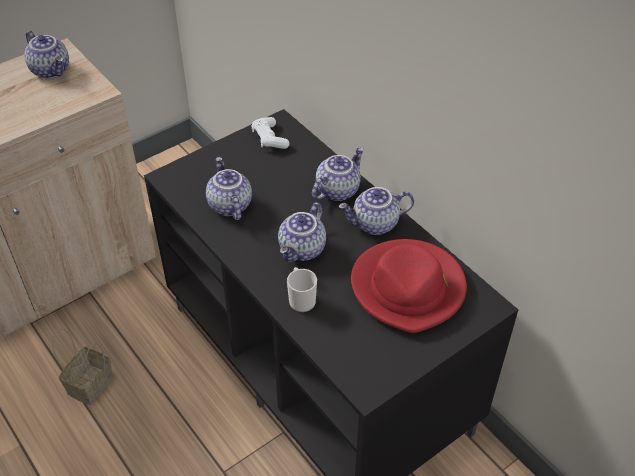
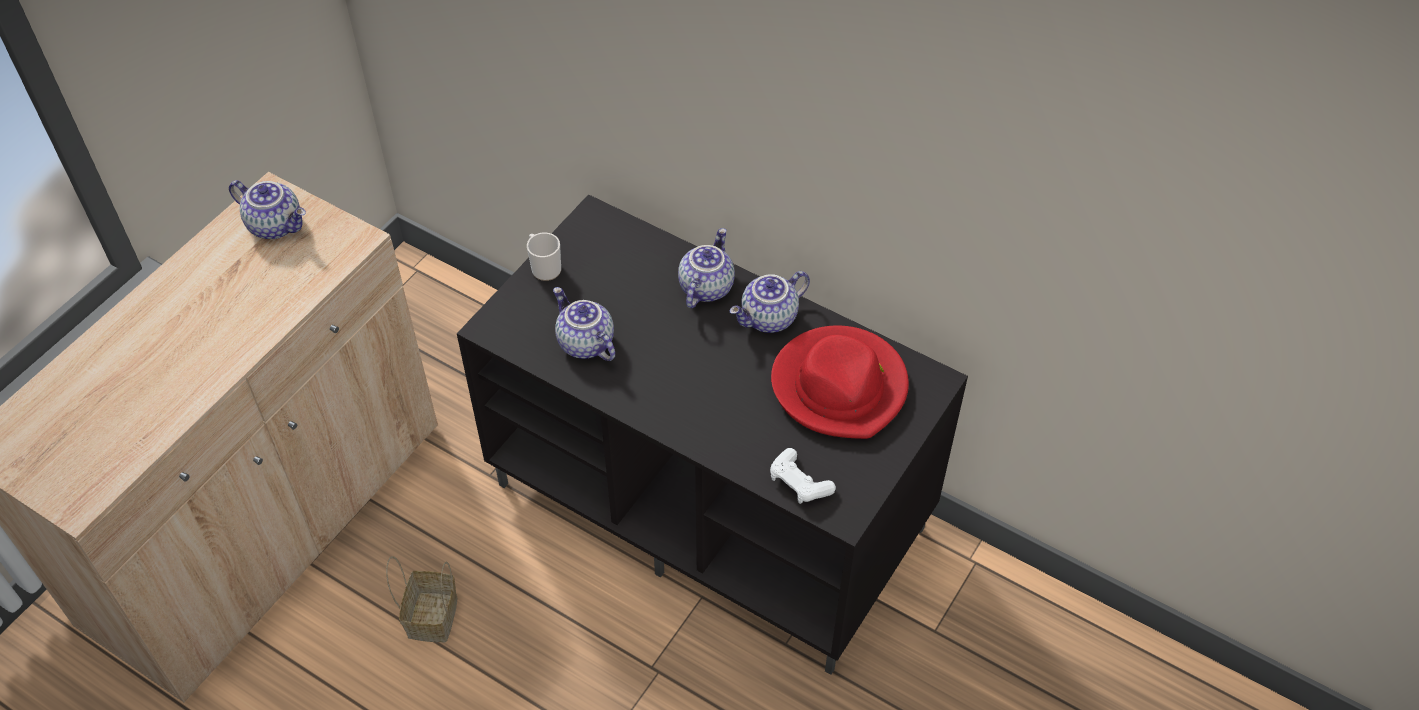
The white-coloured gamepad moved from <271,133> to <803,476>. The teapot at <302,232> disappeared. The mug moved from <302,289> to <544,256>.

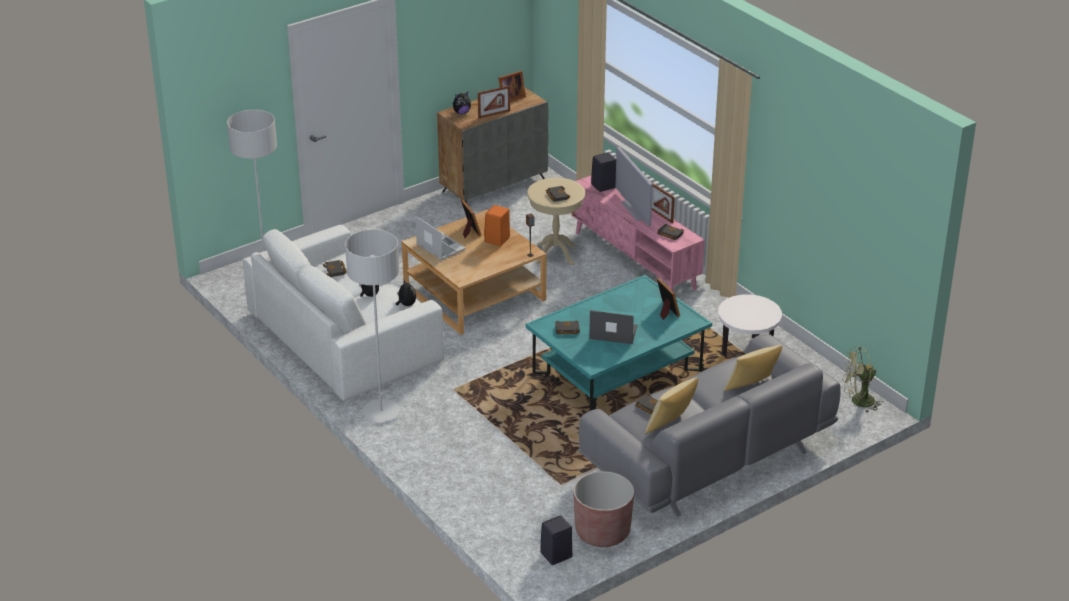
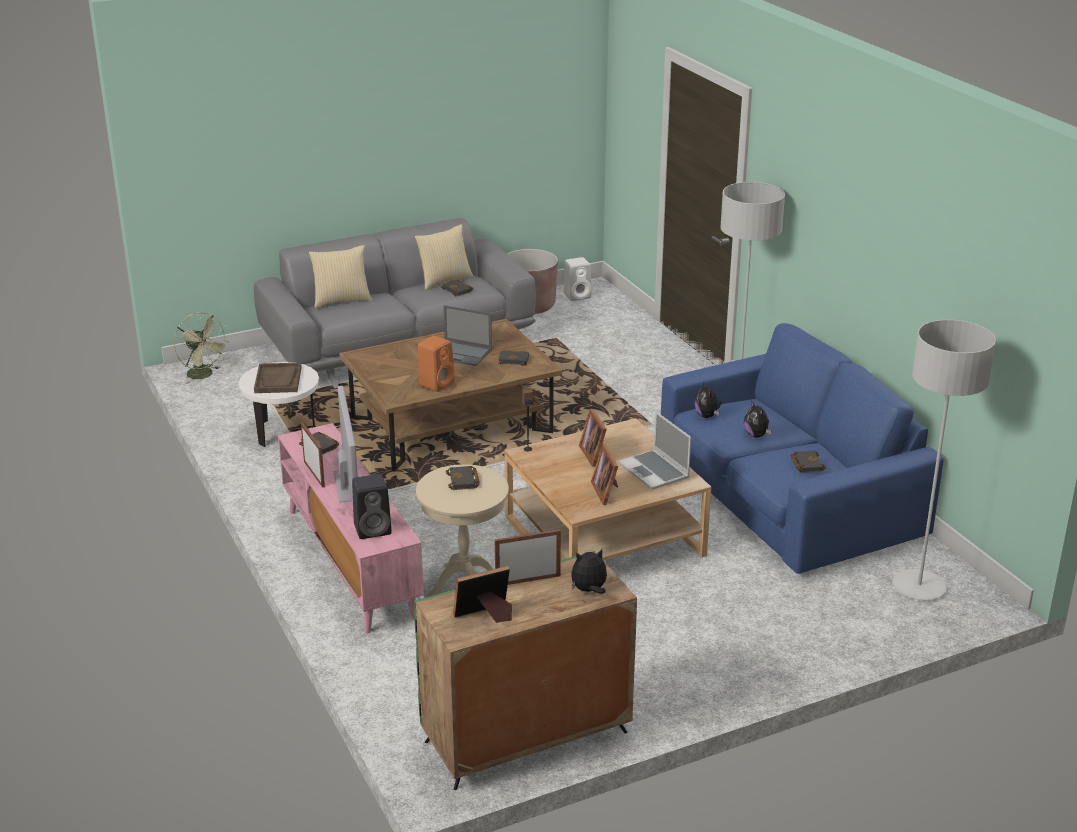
The white-coloured sofa at <343,313> became the blue-coloured sofa at <802,448>. The greyish storage cabinet at <493,145> became the green storage cabinet at <525,670>. The orange-coloured audio speaker moved from <497,225> to <436,364>. The turquoise-coloured low table at <618,343> became the brown-coloured low table at <450,395>. The black-coloured audio speaker at <556,540> became the white-coloured audio speaker at <577,279>. The photo frame moved from <668,299> to <593,438>. The green cooling fan at <862,380> turned 45 degrees clockwise. The brown-coloured tray at <278,378> appeared.

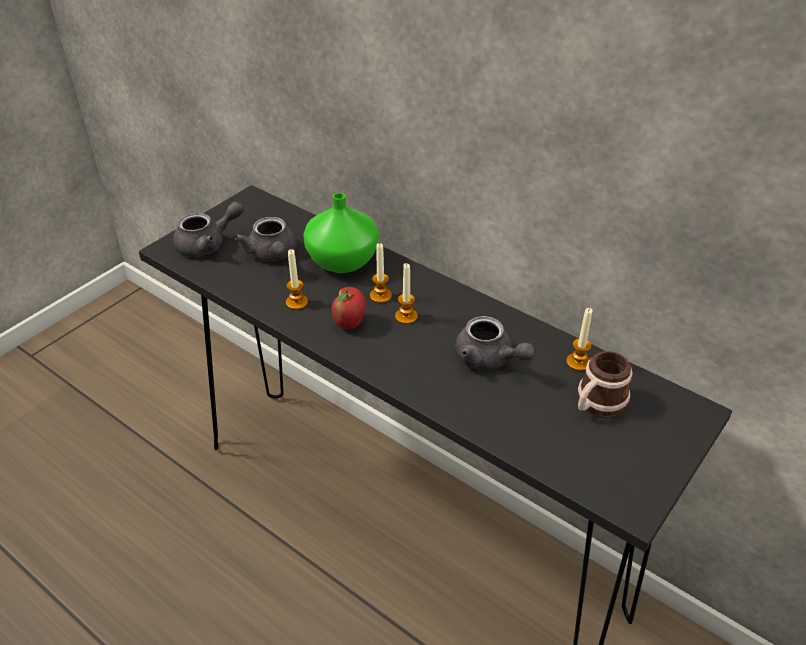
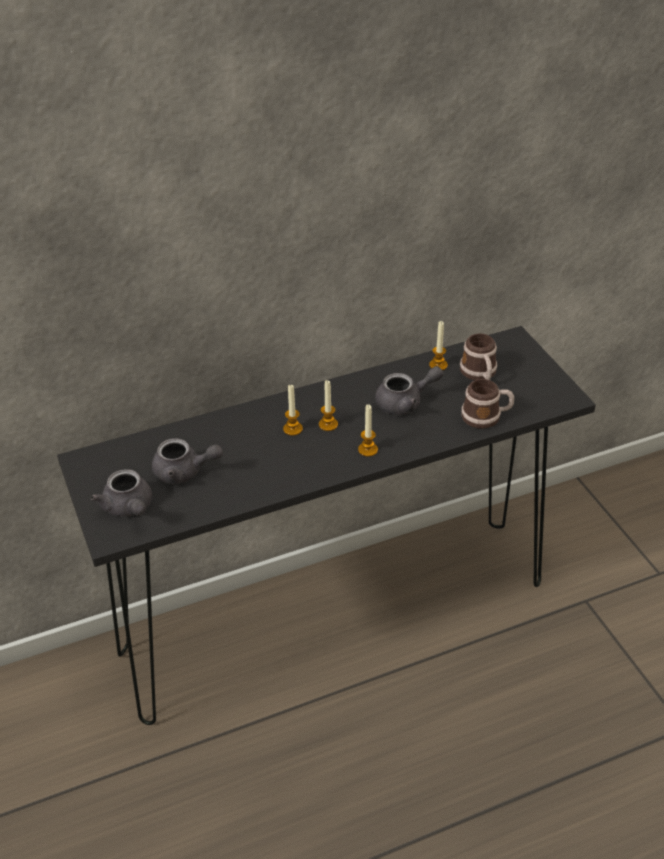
The greyish teapot at <208,229> turned 150 degrees clockwise. The wax light moved from <297,279> to <368,430>. The green vase at <341,233> disappeared. The whole apple at <348,308> disappeared. The mug at <487,404> appeared.

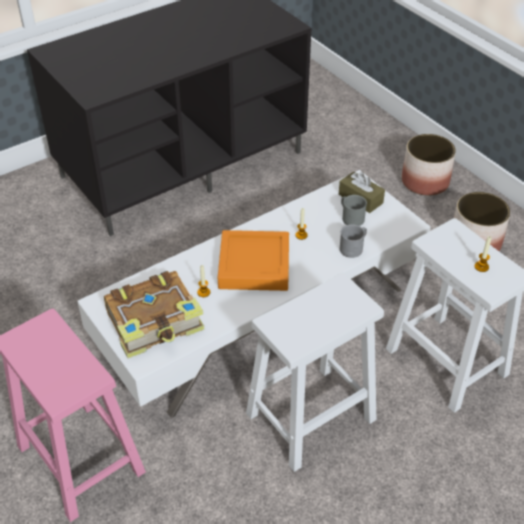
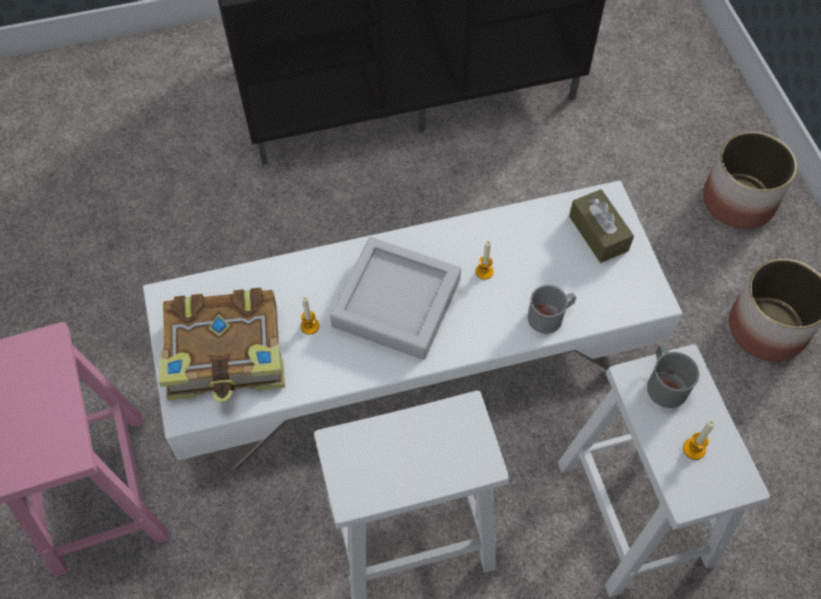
The orange-coloured tray at <253,260> became the greyish tray at <395,298>. The greyish mug moved from <354,210> to <673,376>.

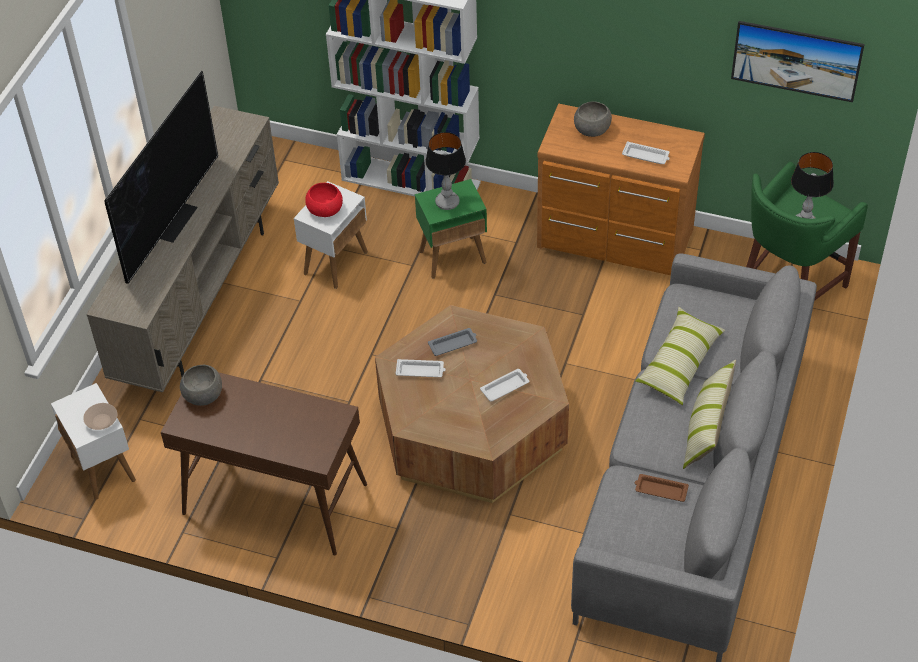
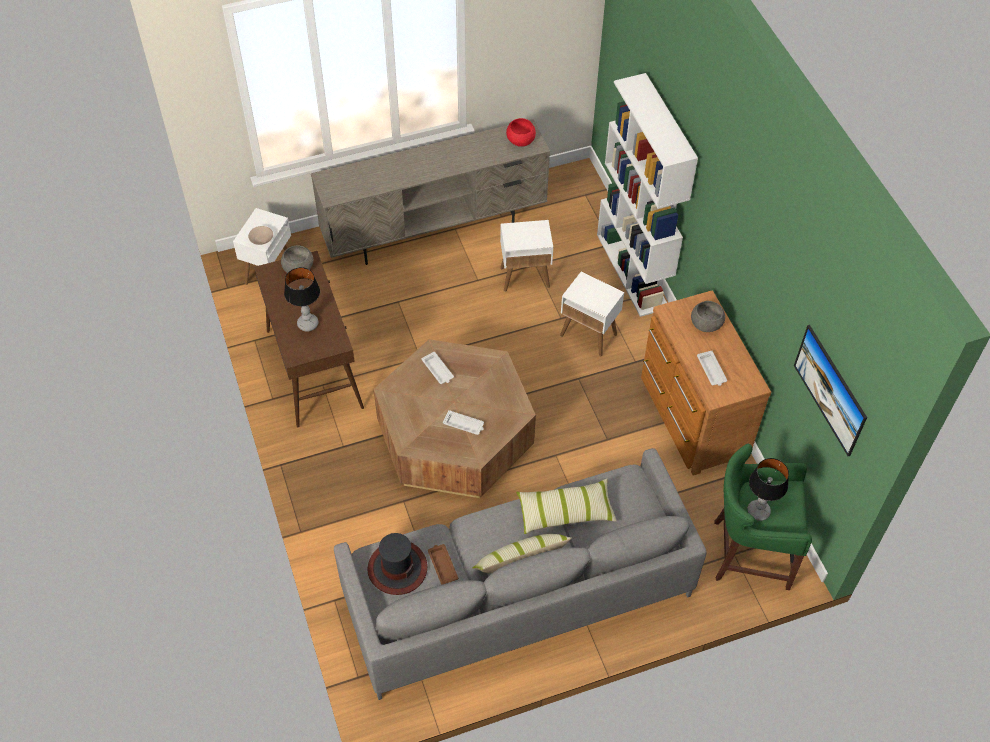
The TV at <161,177> disappeared. The reddish deep dish moved from <324,200> to <521,132>. The green accent table at <451,228> became the white-coloured accent table at <592,314>. The table lamp moved from <445,171> to <302,299>. The greyish tray at <452,342> disappeared. The hat at <397,564> appeared.

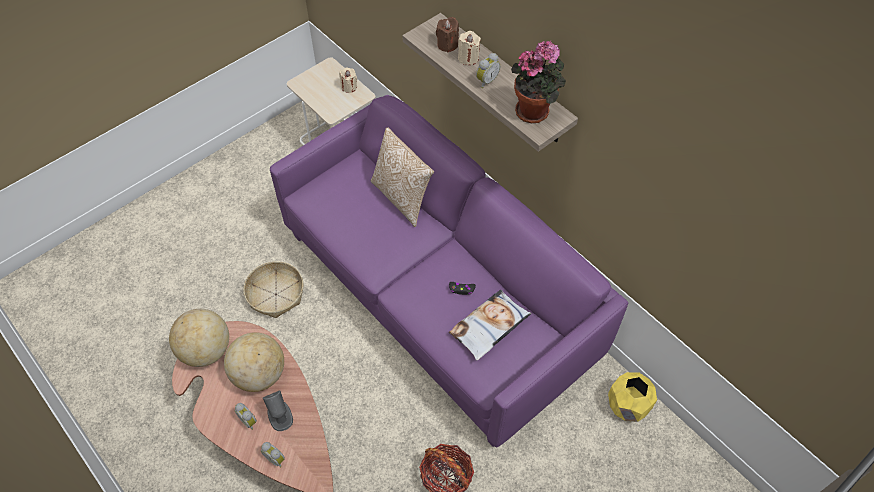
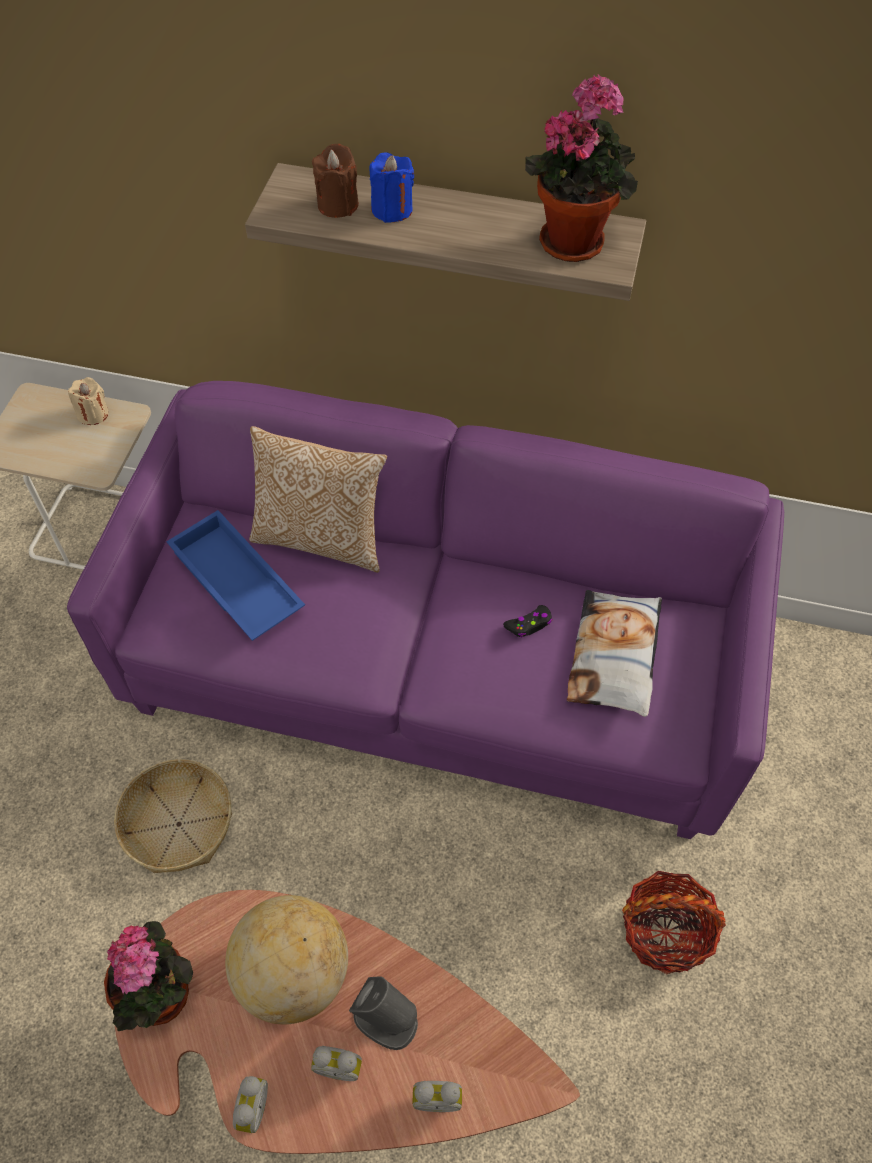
The globe at <199,338> was replaced by the potted plant at <148,976>. The beige-coloured wax light at <469,48> became the blue-coloured wax light at <392,188>. The table clock moved from <488,70> to <250,1104>. The yellow-coloured flower pot at <632,397> disappeared. The blue-coloured tray at <235,575> appeared.

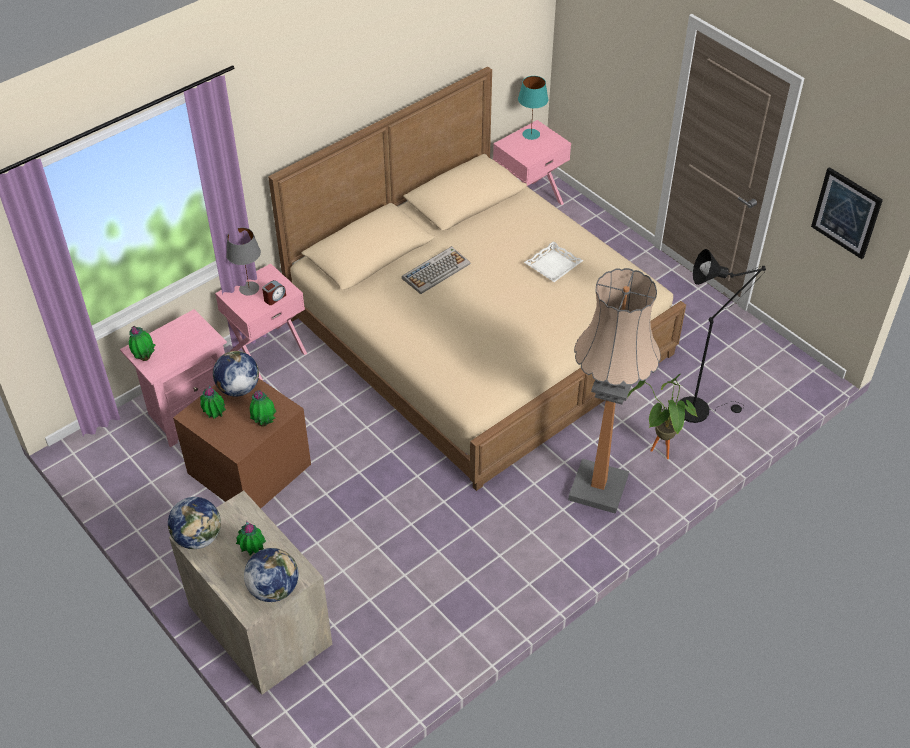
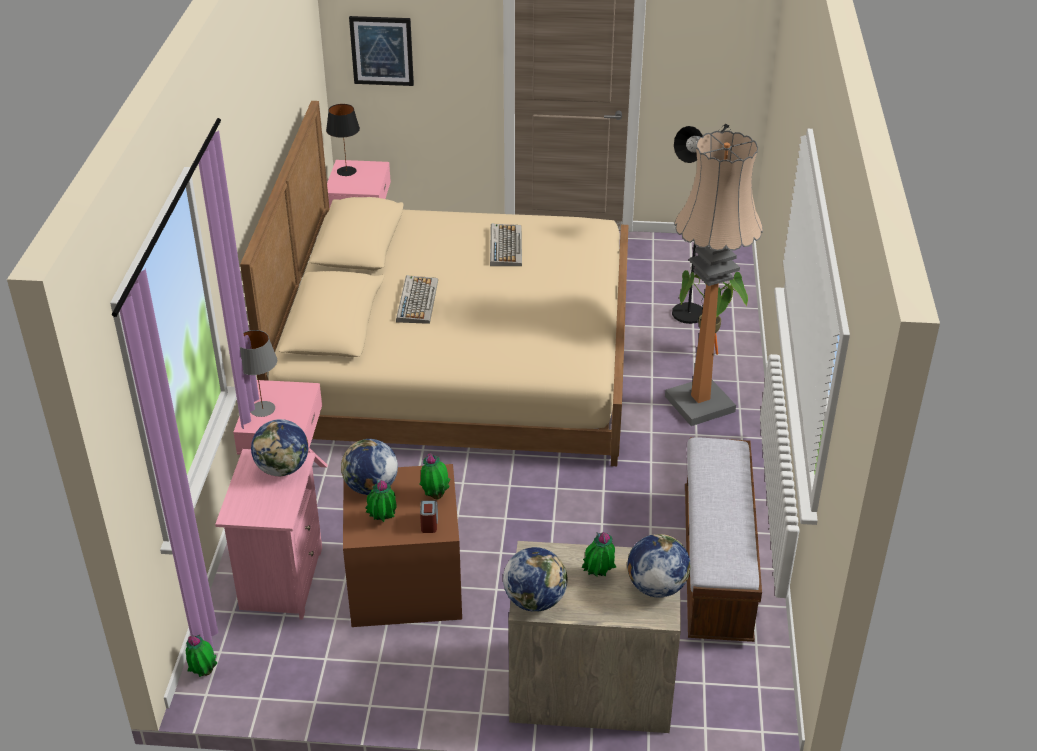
The potted plant moved from <142,343> to <201,656>. The table clock moved from <274,292> to <429,517>. The turquoise-coloured table lamp at <533,108> became the black-coloured table lamp at <343,140>. The white-coloured tray at <554,261> was replaced by the keyboard at <506,245>. The wall art moved from <847,213> to <381,51>. The globe at <279,447> appeared. The bench at <723,539> appeared.

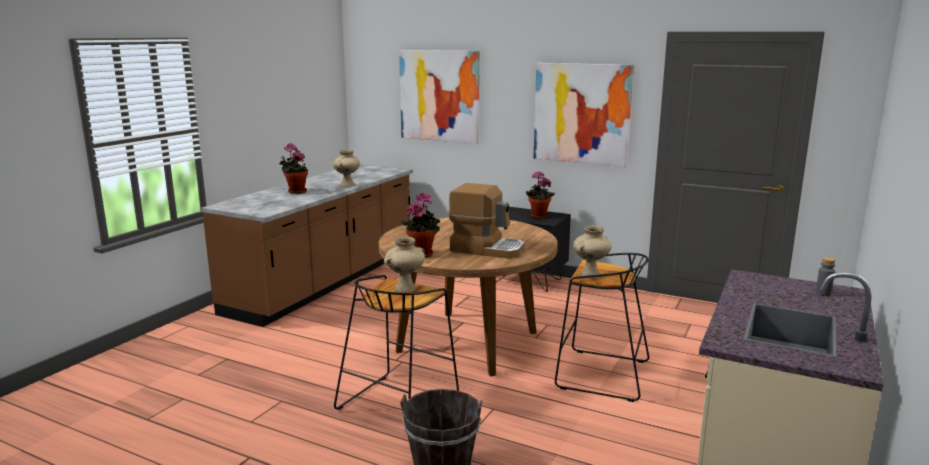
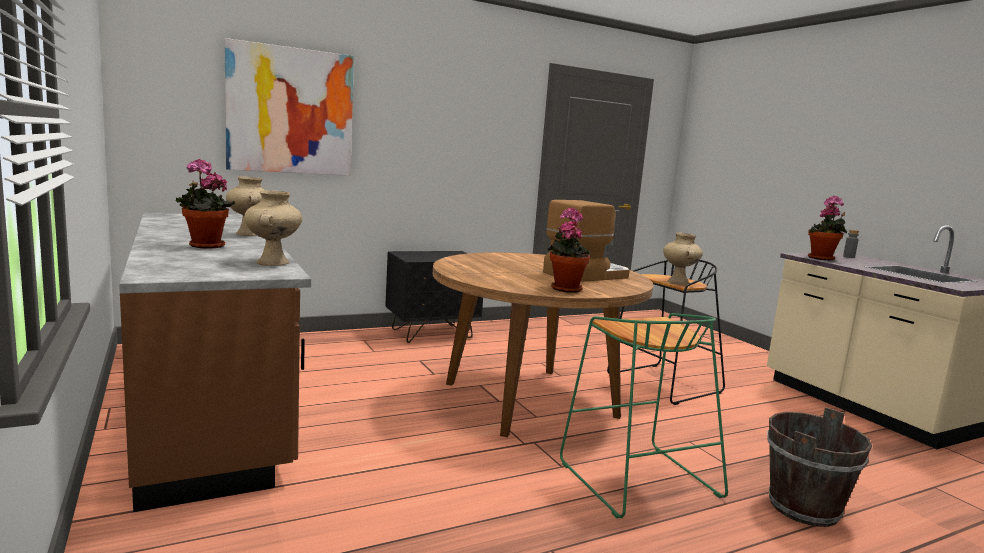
The black-coloured stool seat at <396,342> became the green stool seat at <644,415>. The beige-coloured vase moved from <404,265> to <273,228>. The potted plant moved from <540,195> to <827,228>. The wall art at <584,115> disappeared.

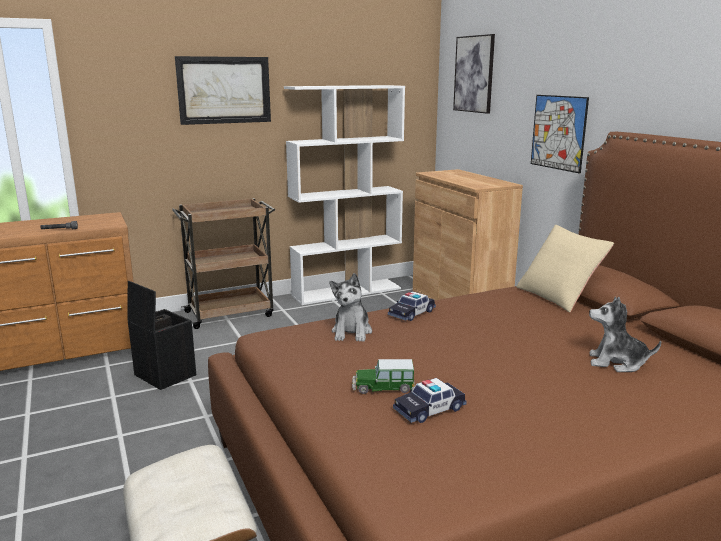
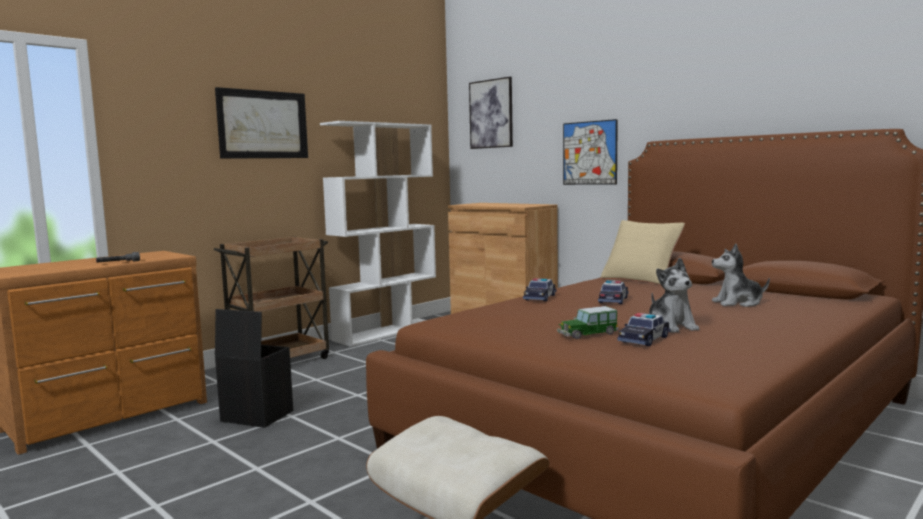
The plush toy moved from <350,307> to <674,295>. The model car at <613,292> appeared.

